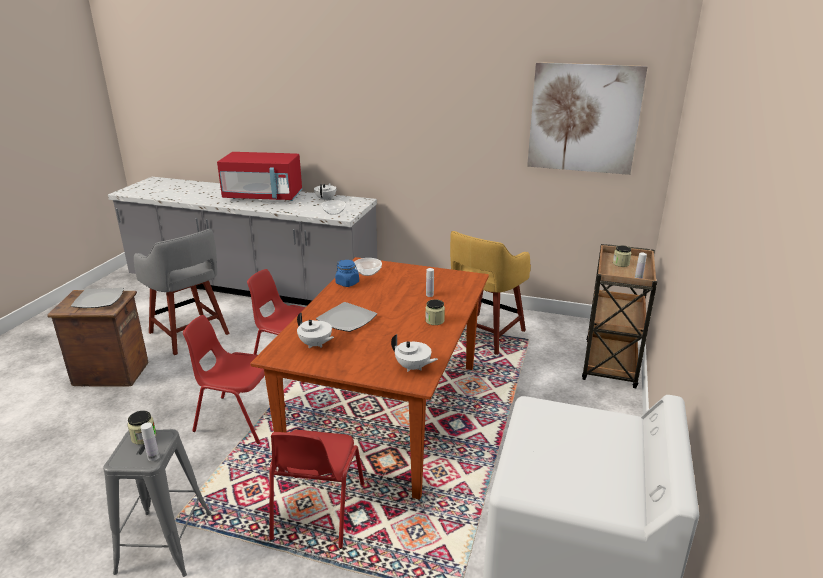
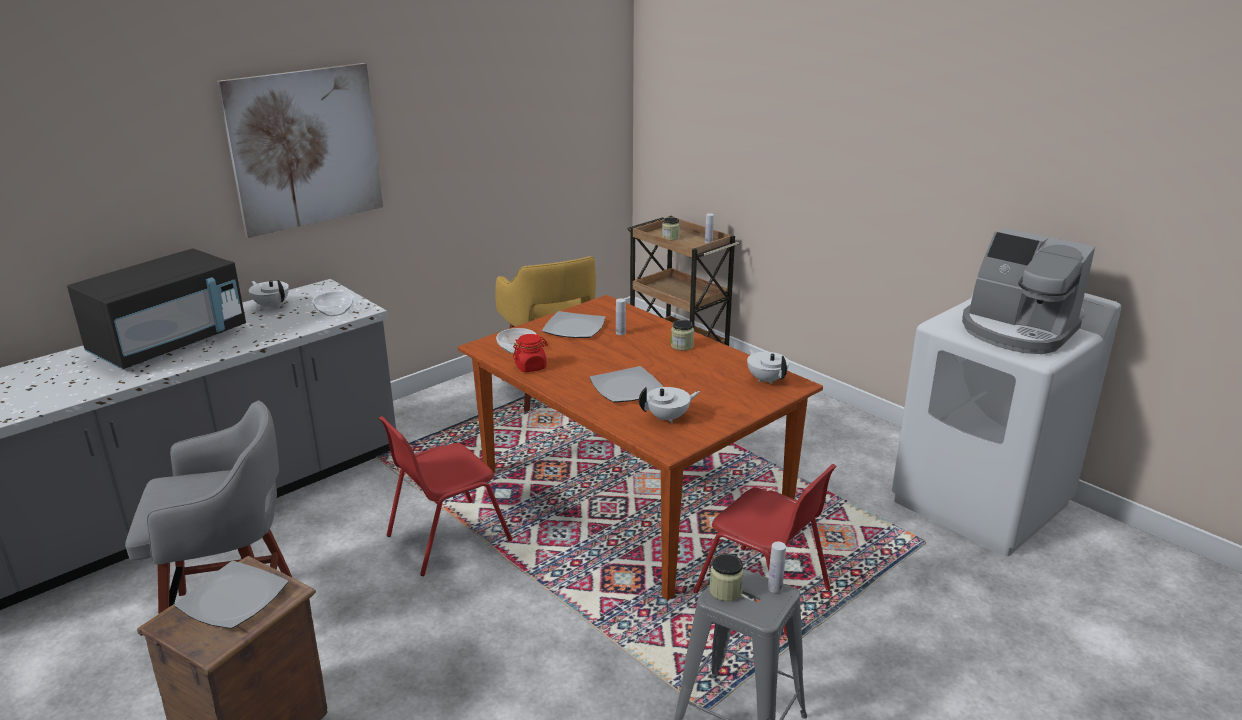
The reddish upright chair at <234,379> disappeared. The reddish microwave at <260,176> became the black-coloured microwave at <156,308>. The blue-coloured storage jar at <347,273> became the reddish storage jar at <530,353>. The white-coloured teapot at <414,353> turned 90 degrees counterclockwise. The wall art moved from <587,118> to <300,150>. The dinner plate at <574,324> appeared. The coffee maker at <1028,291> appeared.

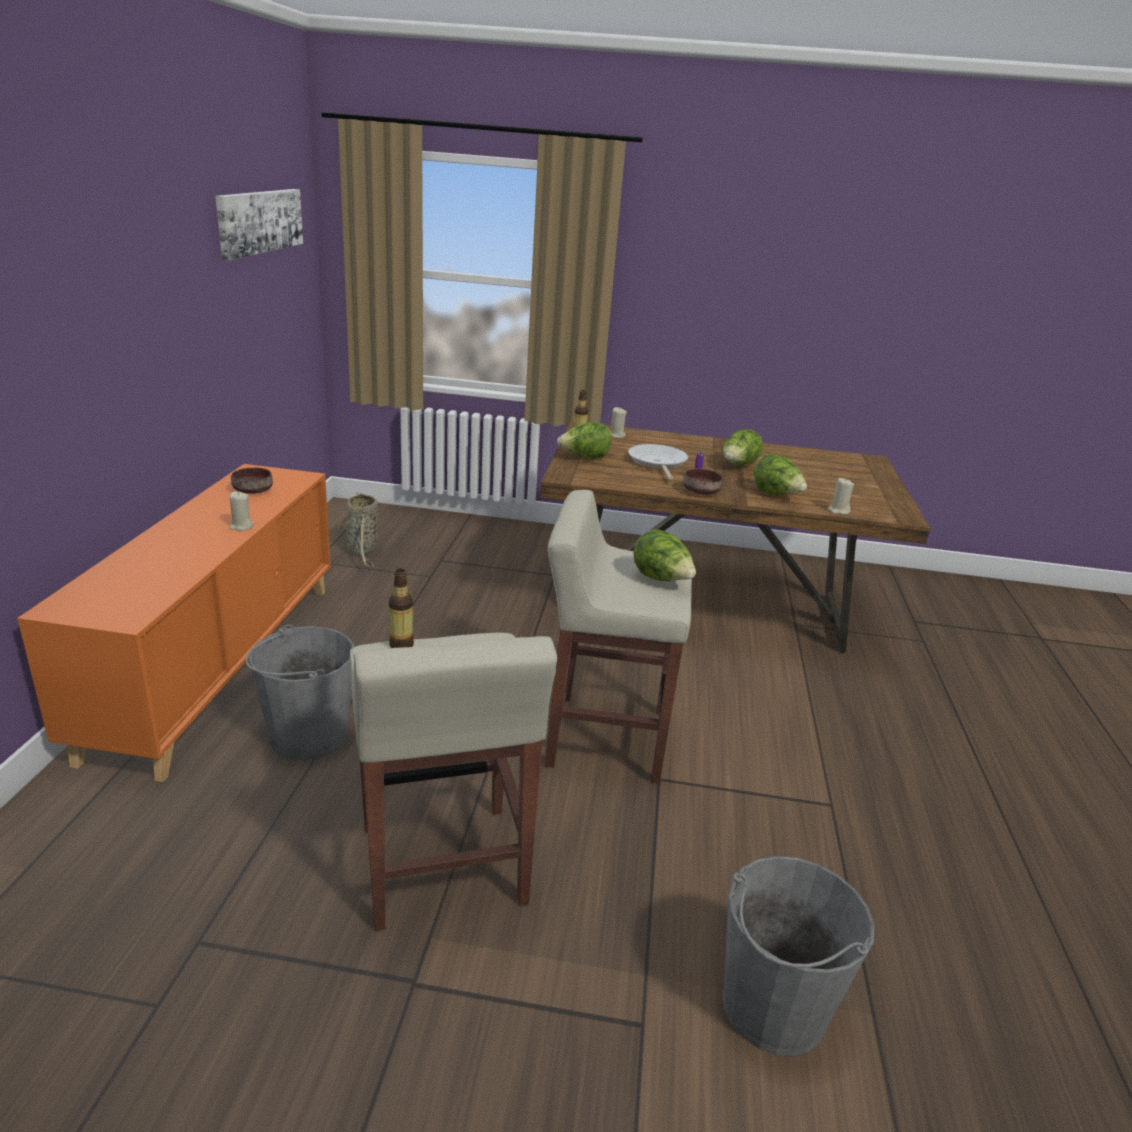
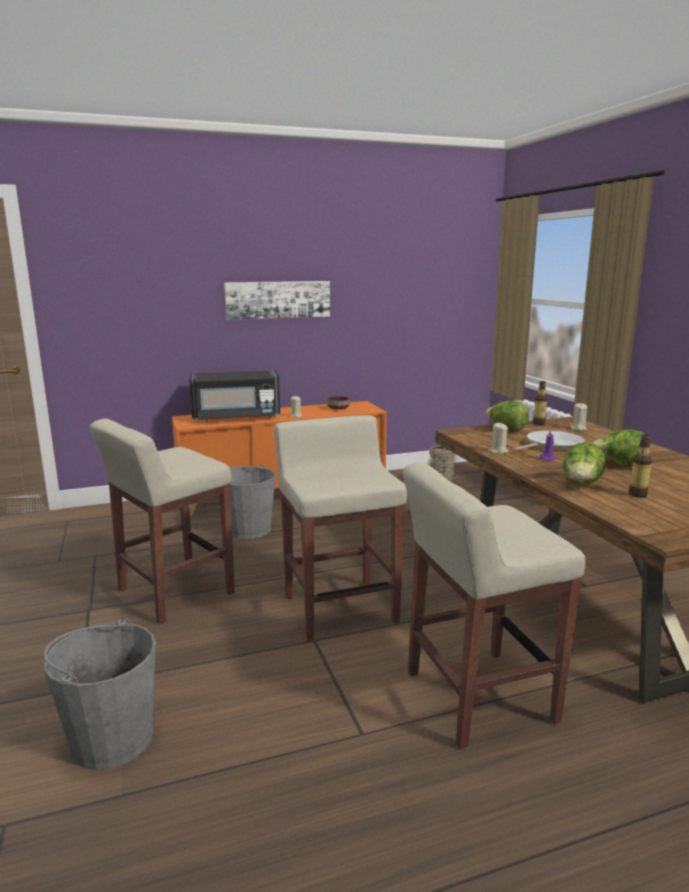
The wall art moved from <259,224> to <277,300>. The drink bottle moved from <401,608> to <640,466>. The lettuce head at <664,555> disappeared. The brown-coloured deep dish at <703,482> disappeared. The beige-coloured wax light moved from <841,496> to <498,438>. The black-coloured microwave at <235,396> appeared. The beige-coloured stool seat at <494,605> appeared.

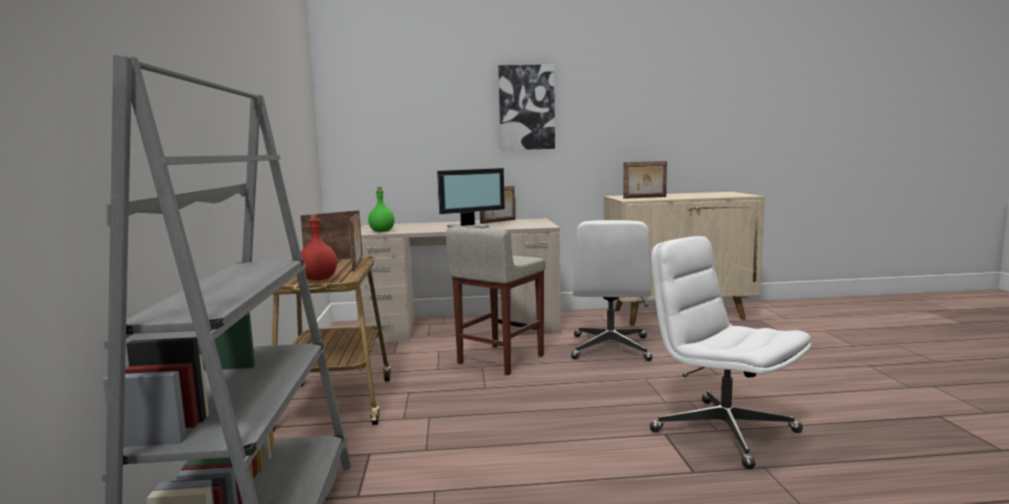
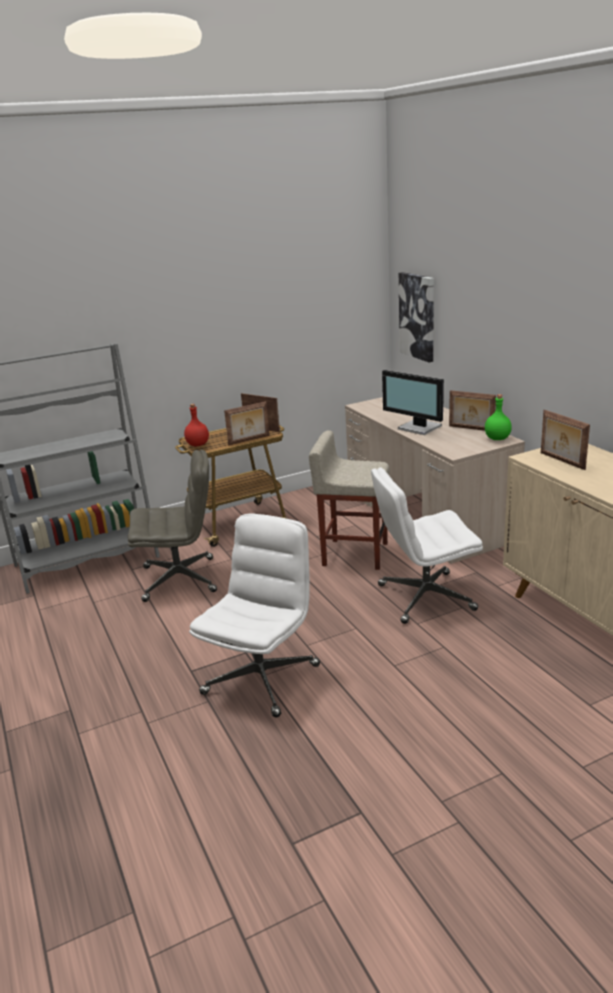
The green drink bottle moved from <381,209> to <498,417>. The wall art moved from <526,107> to <416,317>. The greyish desk chair at <172,526> appeared.

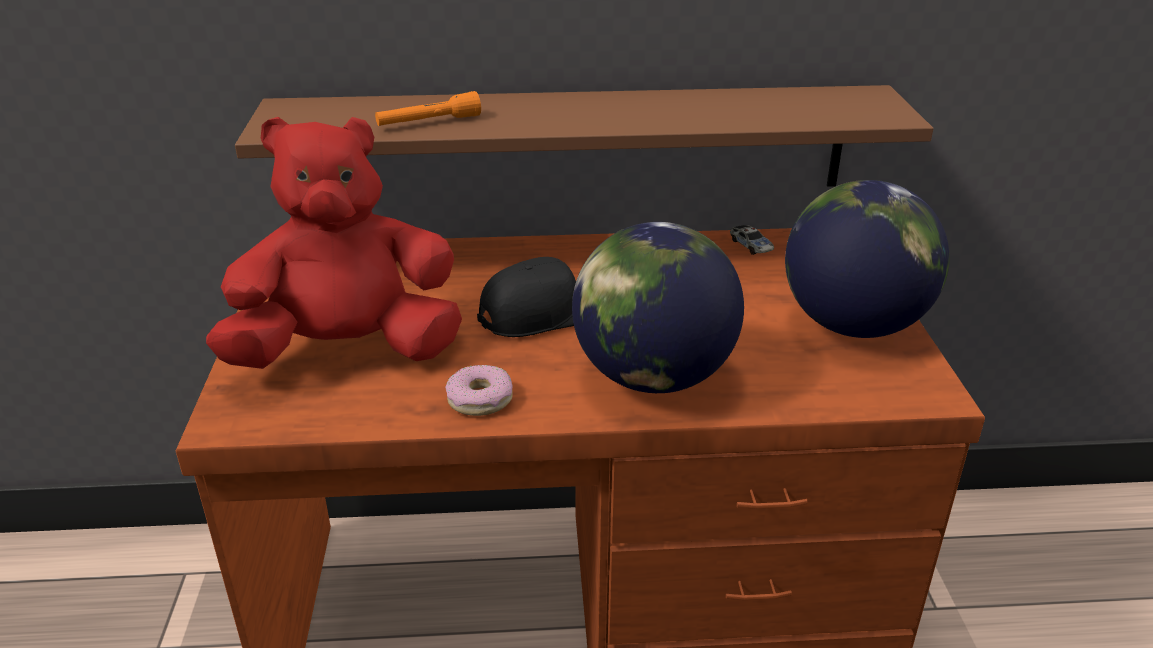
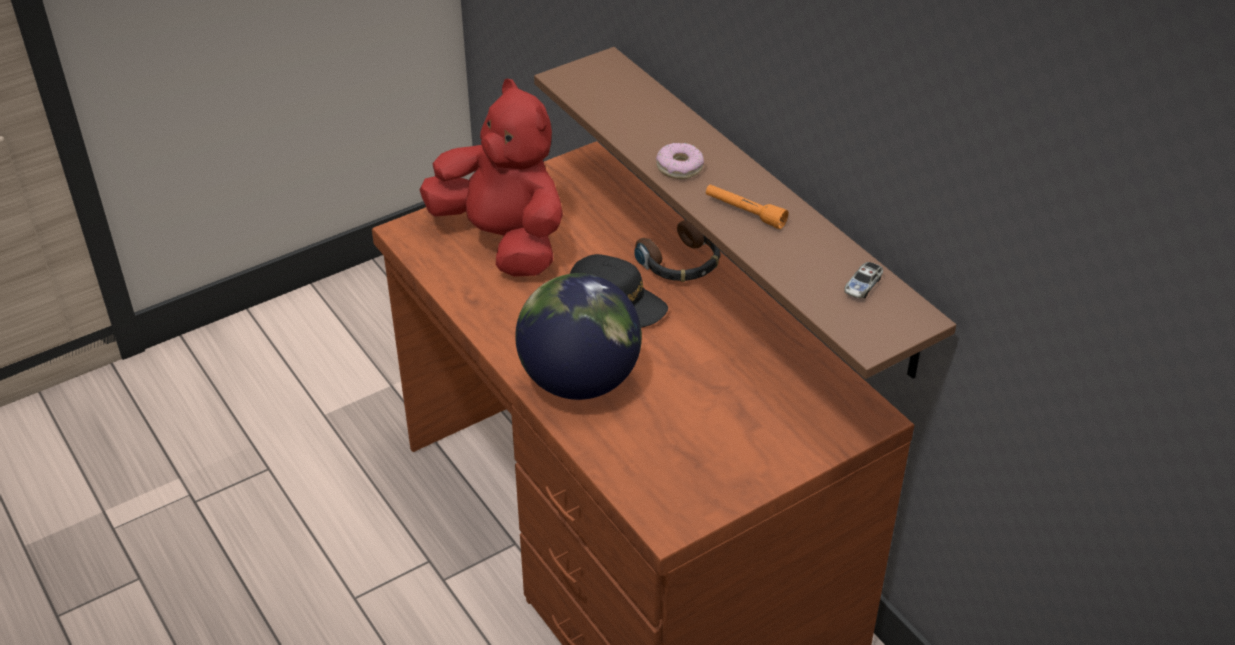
The orange-coloured flashlight moved from <428,108> to <747,206>. The doughnut moved from <479,390> to <680,161>. The model car moved from <752,240> to <863,280>. The globe at <867,259> disappeared. The pair of headphones at <677,251> appeared.

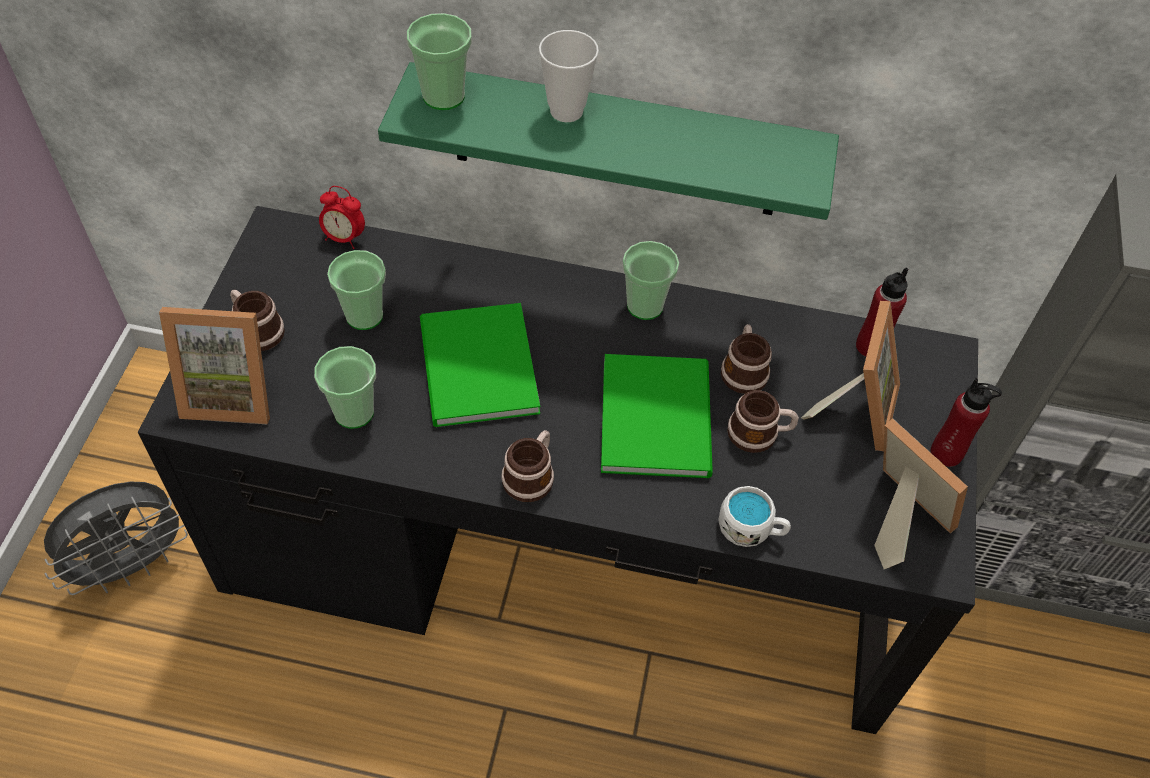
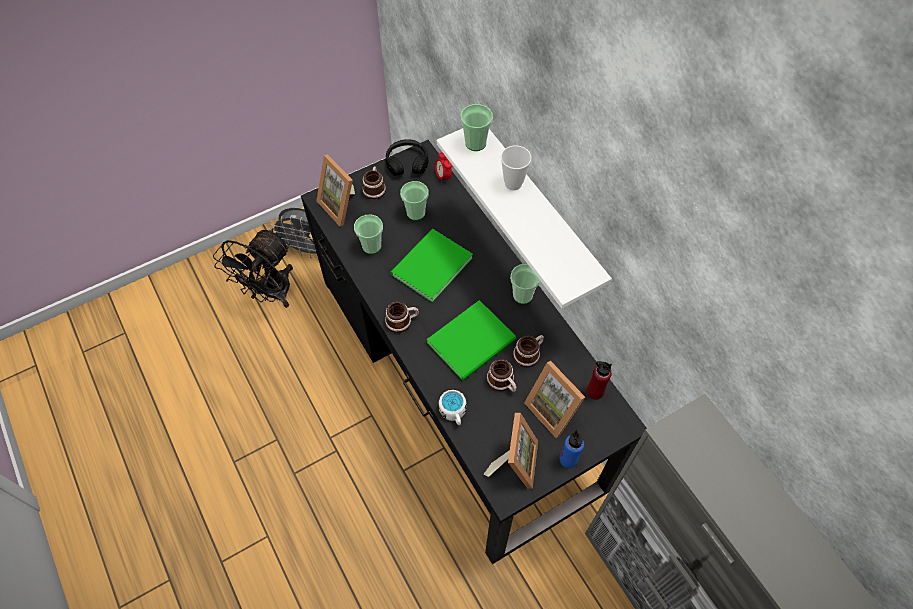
The green bracket shelf at <608,141> became the white-coloured bracket shelf at <524,218>. The photo frame at <850,376> turned 75 degrees clockwise. The reddish drink bottle at <966,422> became the blue-coloured drink bottle at <572,449>. The black-coloured cooling fan at <253,268> appeared. The black-coloured pair of headphones at <407,157> appeared.

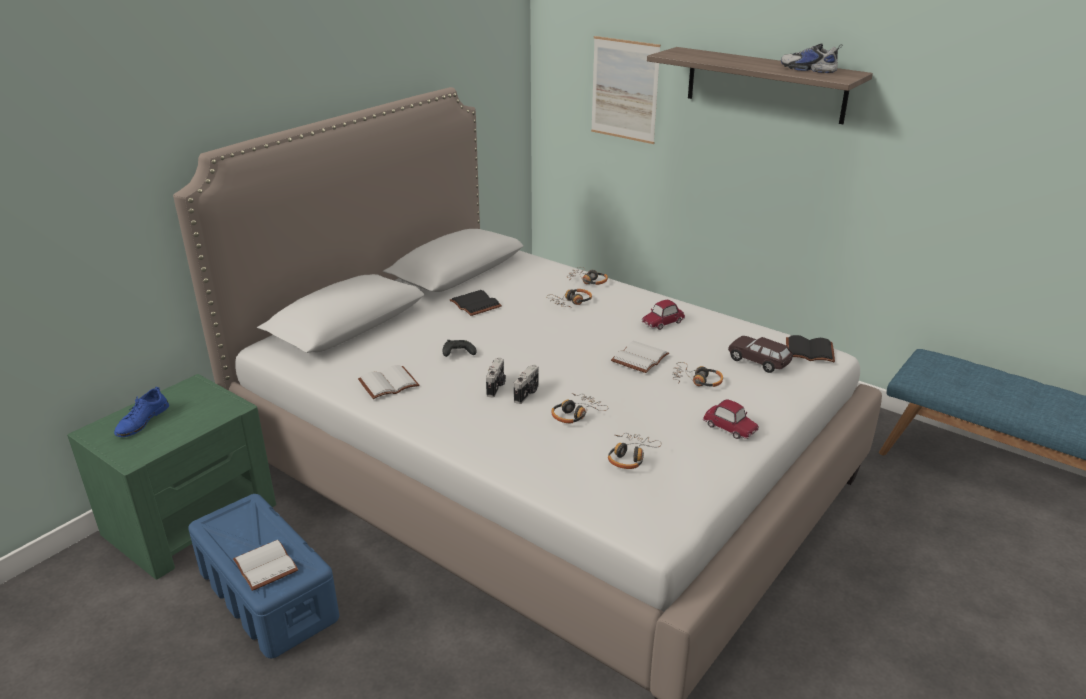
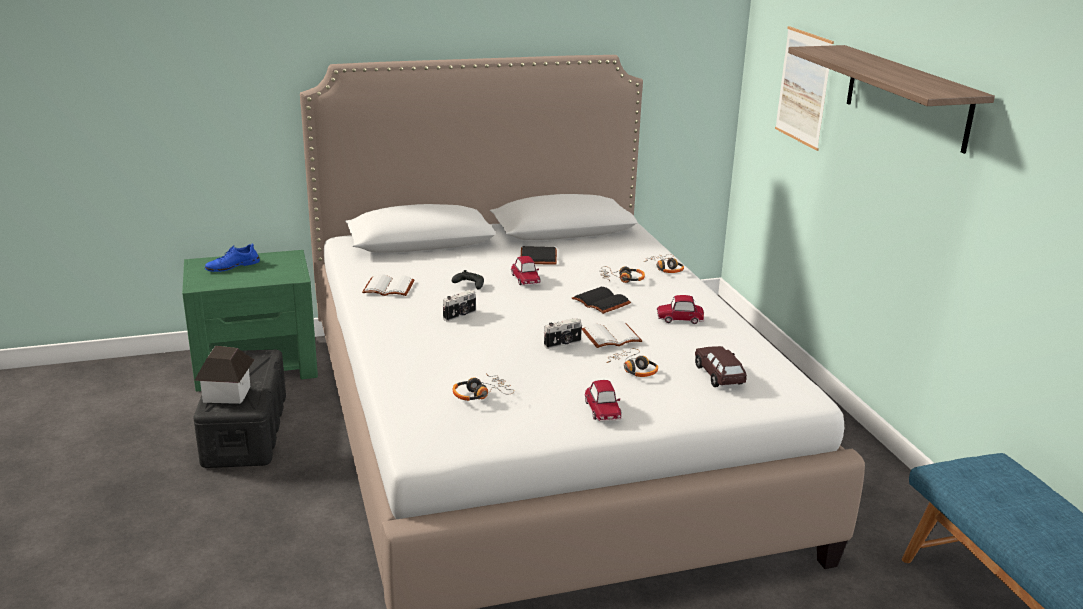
The blue-coloured storage container at <263,576> became the black-coloured storage container at <239,409>. The white-coloured book at <265,565> was replaced by the model house at <224,375>. The photo camera moved from <526,384> to <563,333>. The pair of headphones at <579,408> disappeared. The item of footwear at <812,58> disappeared. The black-coloured book moved from <810,348> to <601,300>. The model car at <526,270> appeared.

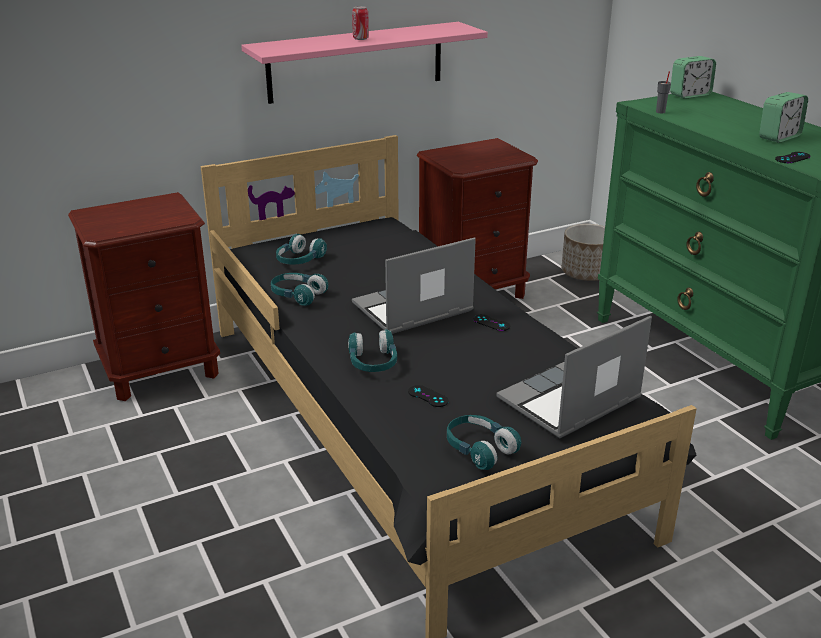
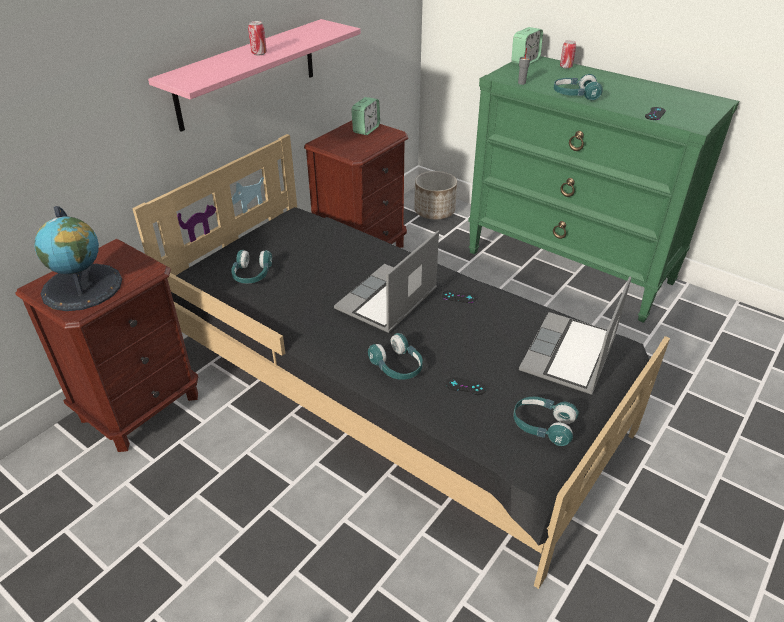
The turquoise-coloured pair of headphones moved from <299,289> to <578,87>. The table clock moved from <783,117> to <365,116>. The globe at <78,258> appeared. The metal can at <568,54> appeared.

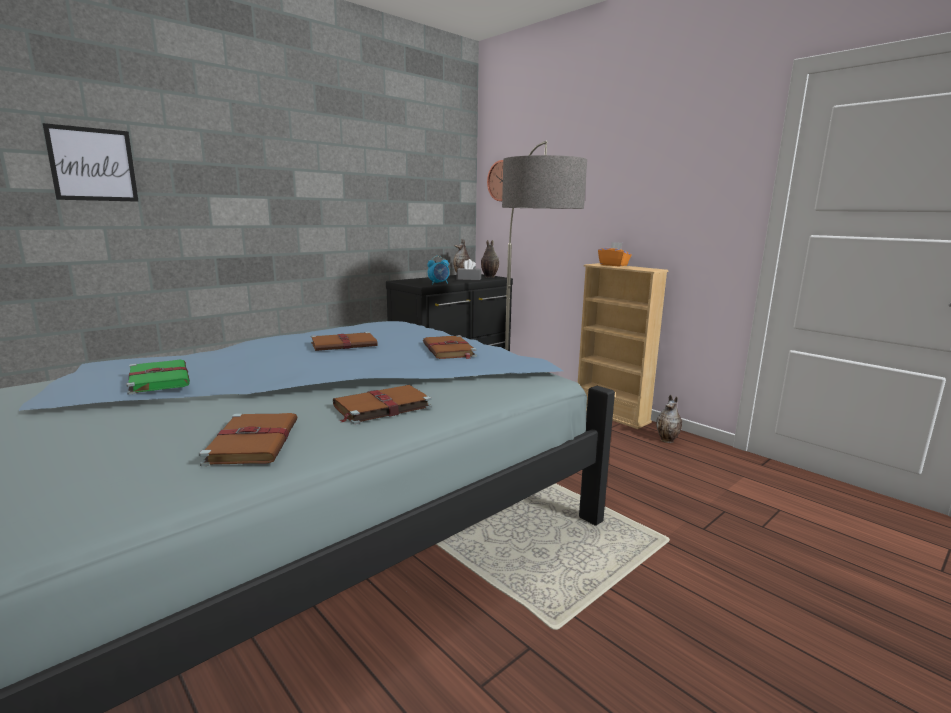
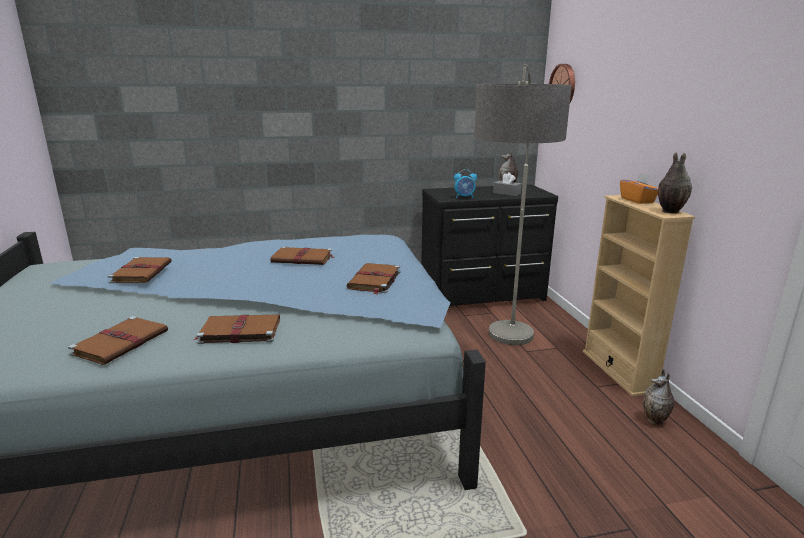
The wall art at <90,162> disappeared. The green book at <158,377> became the brown-coloured book at <140,270>. The vase moved from <490,259> to <675,182>.

